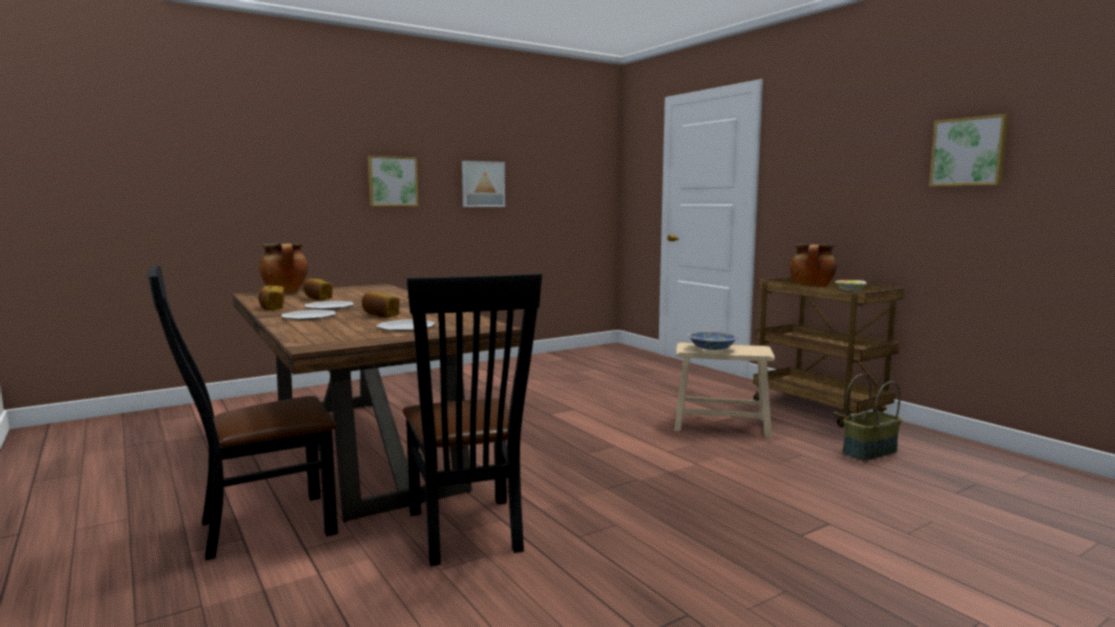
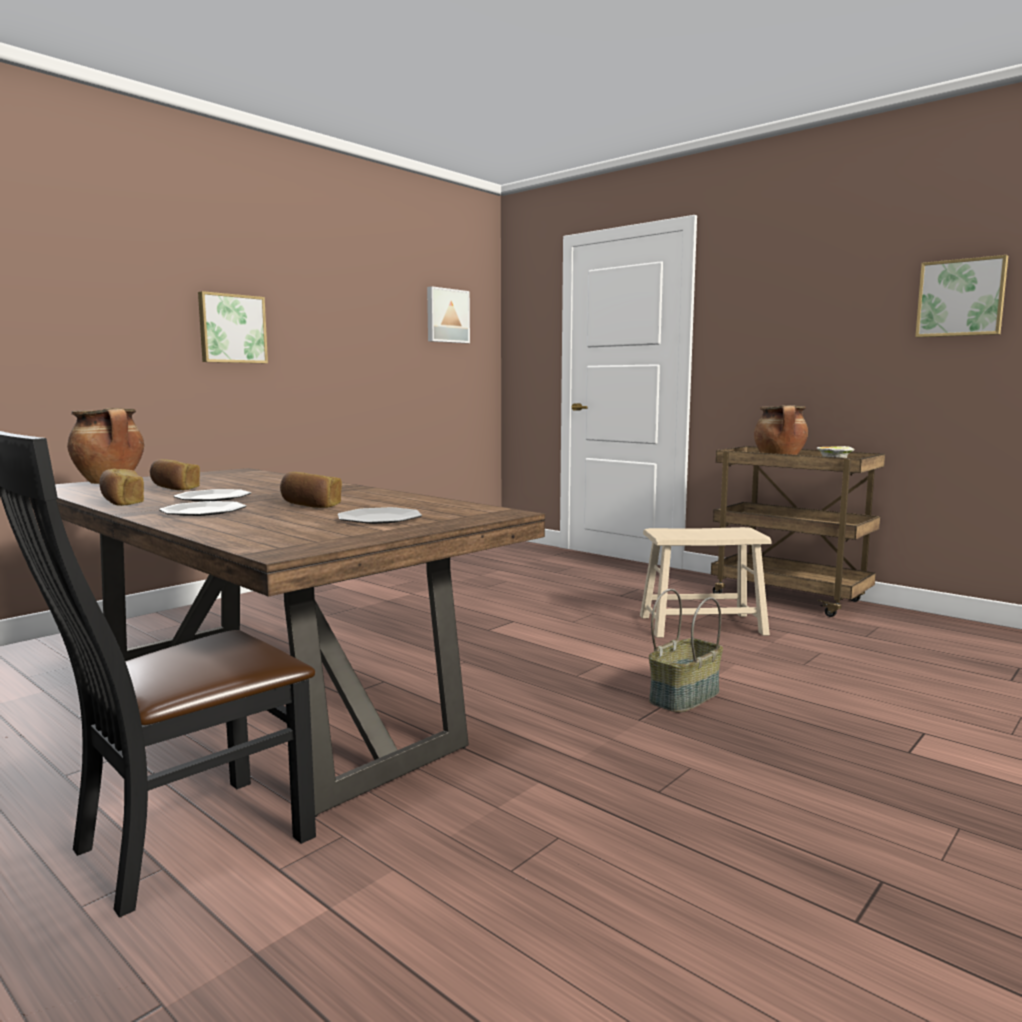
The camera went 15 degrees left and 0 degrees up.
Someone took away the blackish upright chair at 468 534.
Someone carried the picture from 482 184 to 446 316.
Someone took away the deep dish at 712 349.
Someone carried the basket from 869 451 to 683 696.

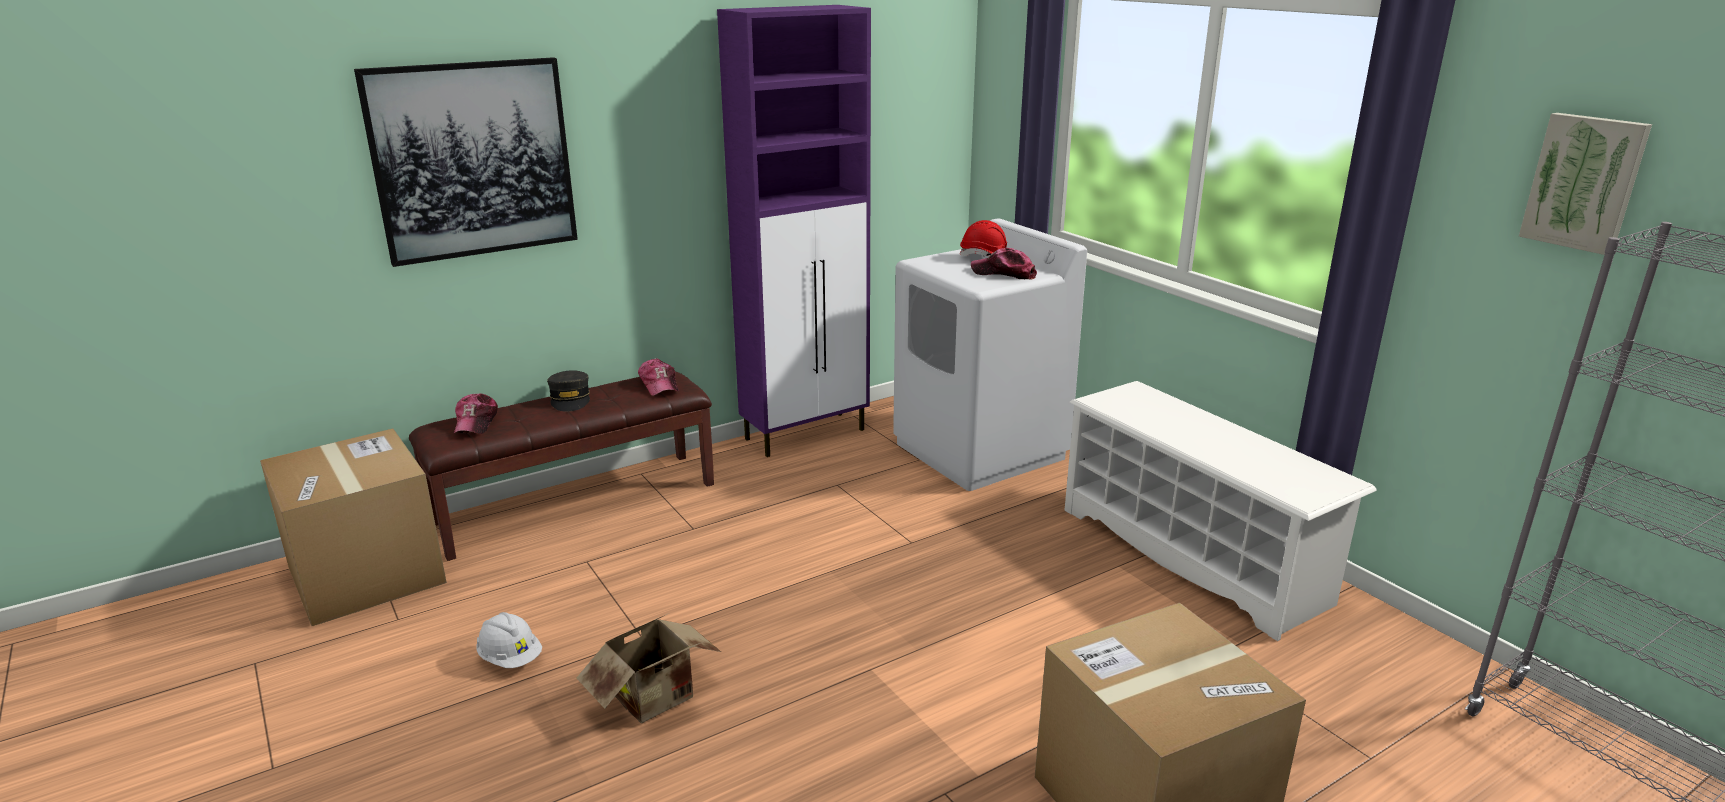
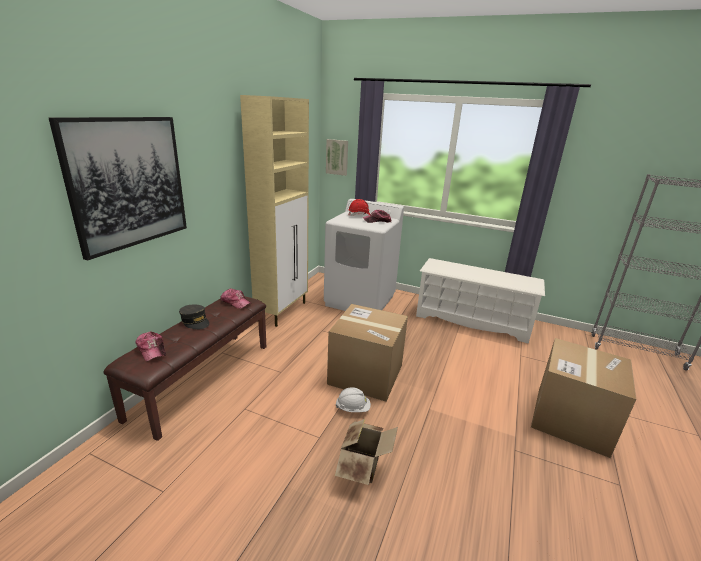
The camera went 35 degrees left and 0 degrees up.
Someone carried the cardboard box from 366 575 to 365 374.
Someone carried the whitish safety helmet from 510 658 to 353 408.
Someone repainted the purple-coloured cupboard at 806 434, which became the sand-coloured cupboard at 282 311.
Someone carried the picture from 1584 182 to 337 157.

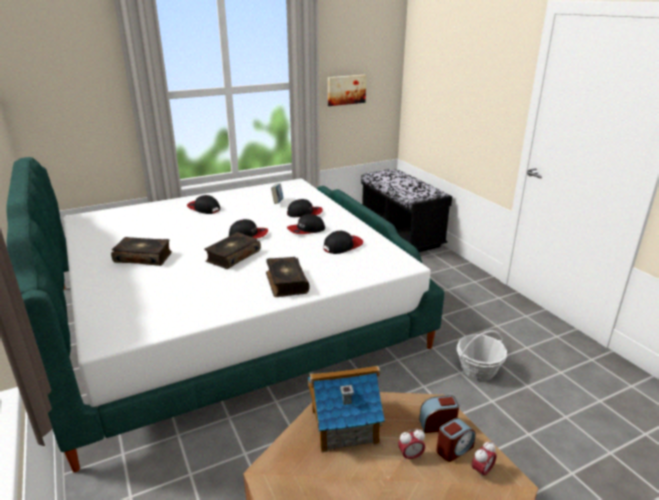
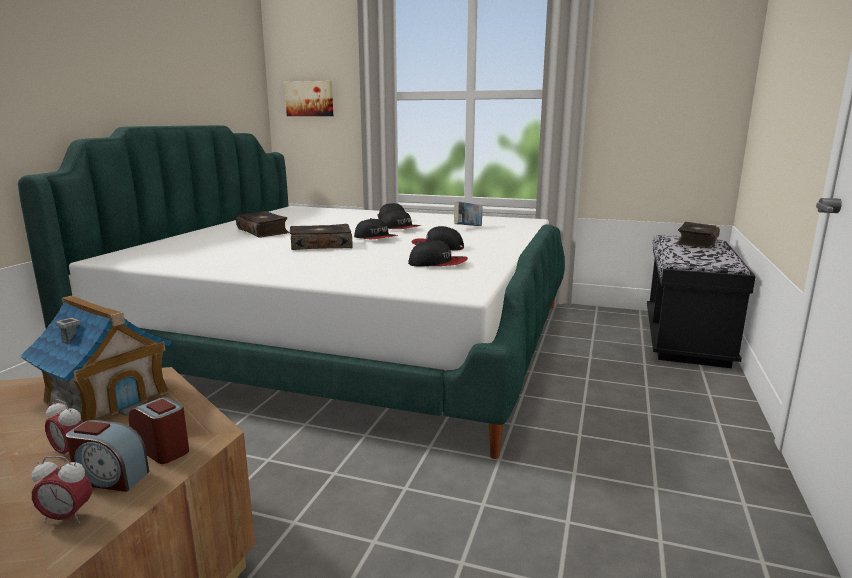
The camera went 45 degrees right and 10 degrees down.
Someone carried the book from 286 283 to 696 242.
Someone carried the baseball cap from 305 213 to 400 228.
Someone carried the picture from 346 90 to 310 99.
Someone took away the basket at 478 370.

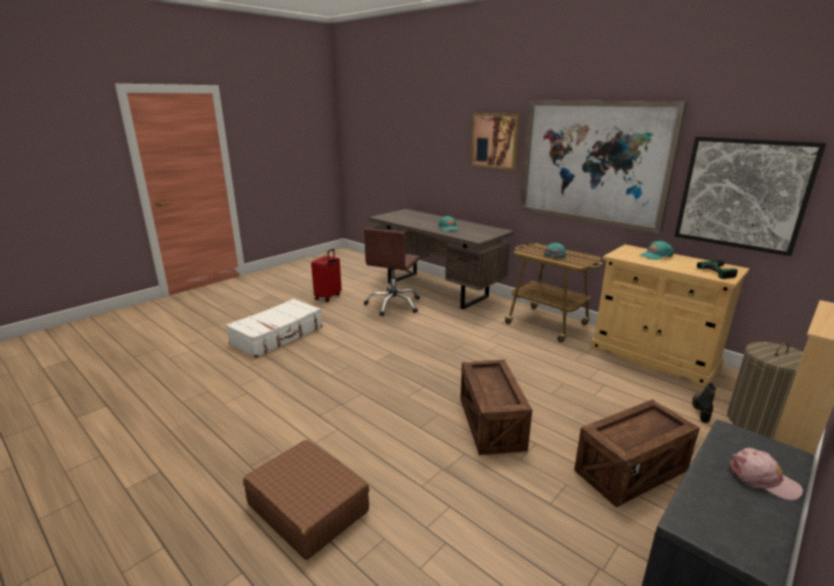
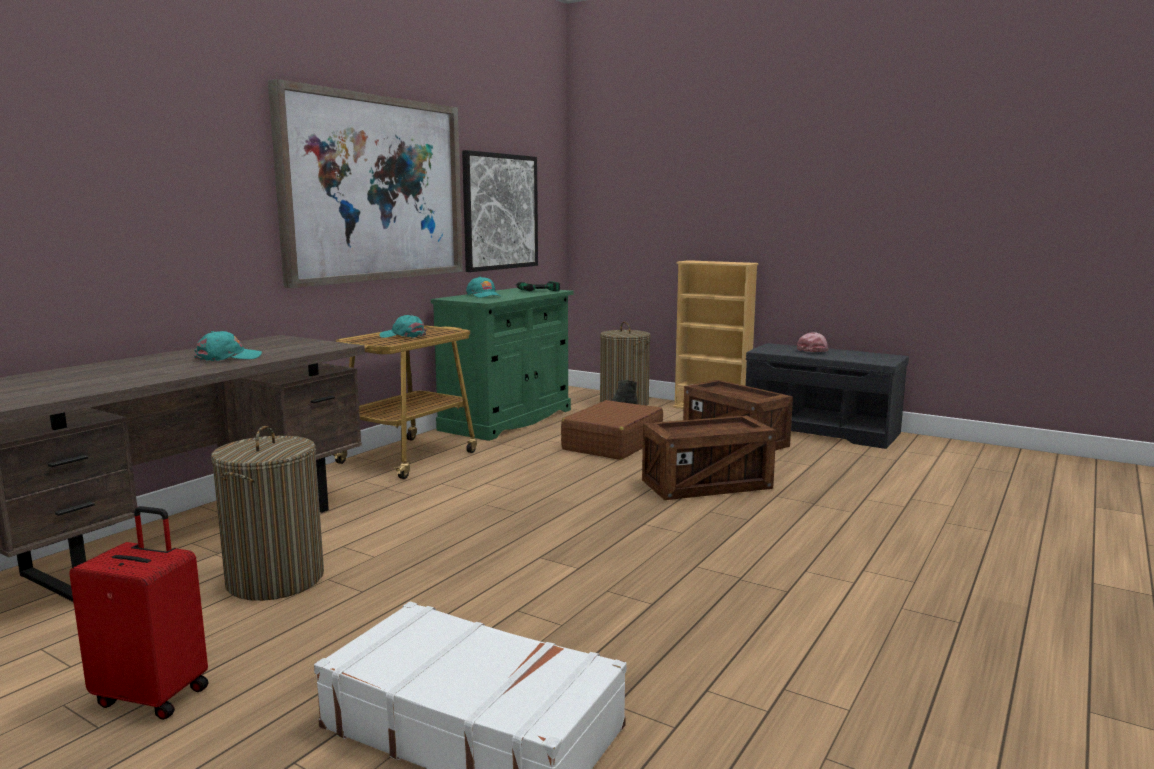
The camera went 100 degrees left and 10 degrees down.
Someone carried the brown-coloured piece of luggage from 308 507 to 612 444.
Someone swapped the brown-coloured computer chair at 394 305 for the washing basket at 275 579.
Someone took away the picture at 495 140.
Someone repainted the sand-coloured cupboard at 653 357, which became the green-coloured cupboard at 507 420.

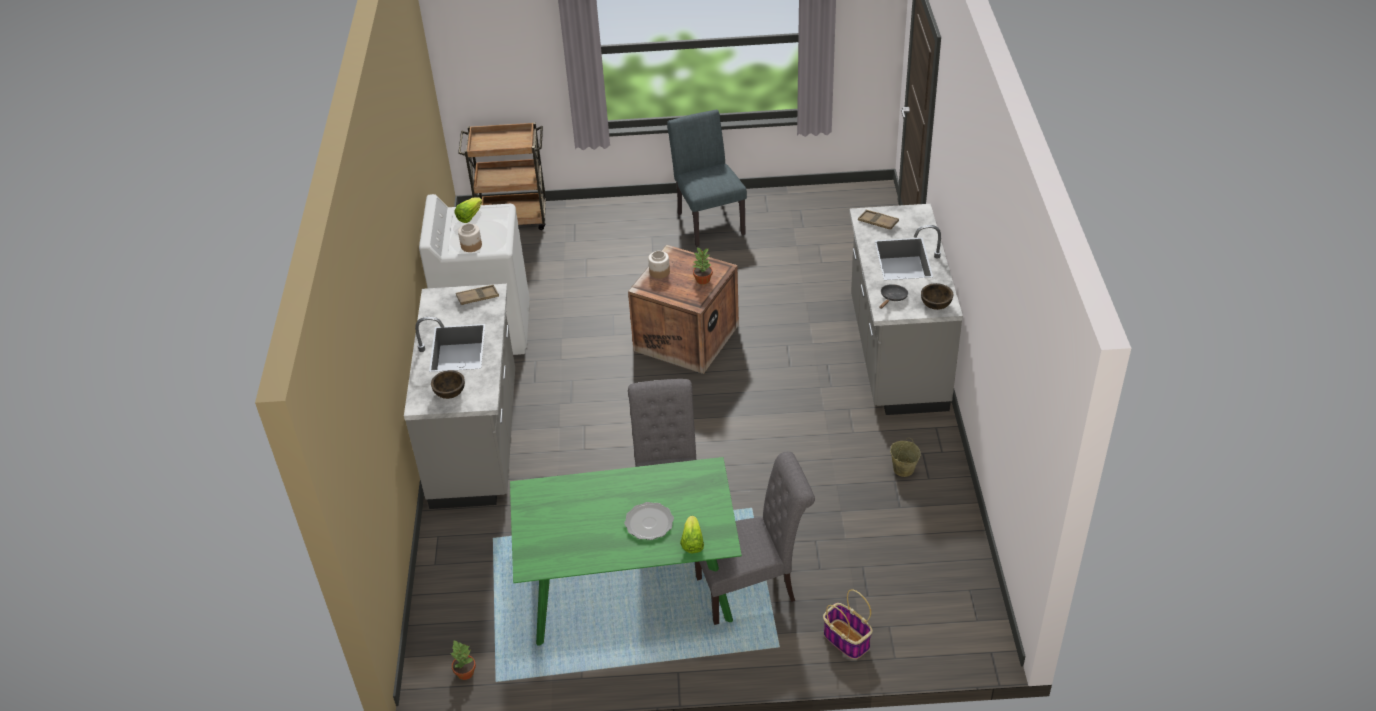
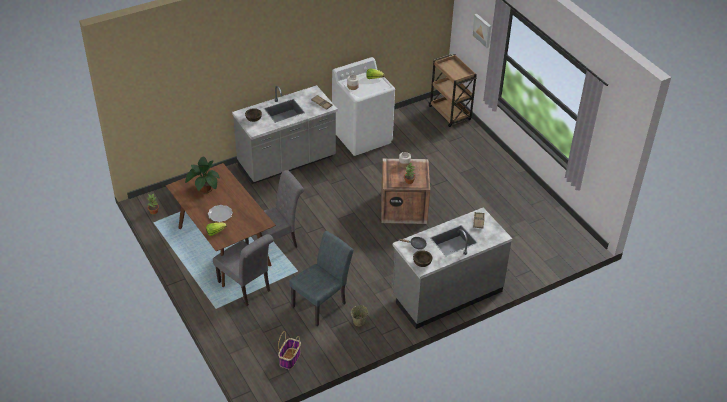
The camera went 60 degrees right and 0 degrees up.
Someone repainted the green-coloured dining table at 631 589, which became the brown-coloured dining table at 225 246.
Someone carried the greyish upright chair from 708 220 to 322 303.
Someone carried the basket from 845 639 to 290 358.
Someone put down the potted plant at 205 189.
Someone put up the picture at 482 30.

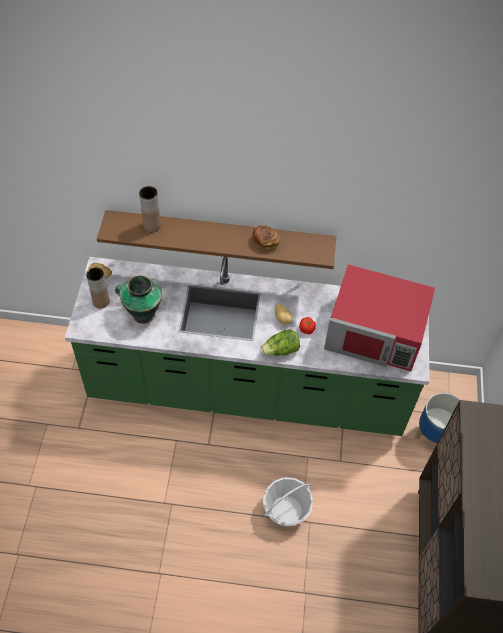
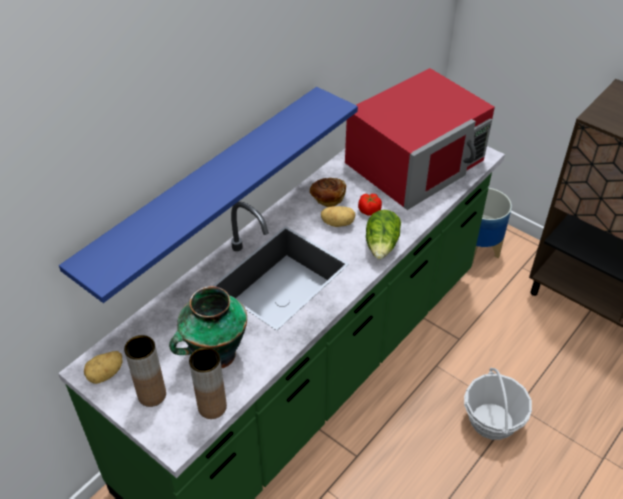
The camera went 55 degrees left and 10 degrees down.
Someone repainted the brown-coloured wall shelf at 220 236, which became the bluish wall shelf at 206 188.
Someone carried the brown-coloured decorative vase from 152 226 to 212 407.
Someone carried the bread from 265 242 to 327 198.

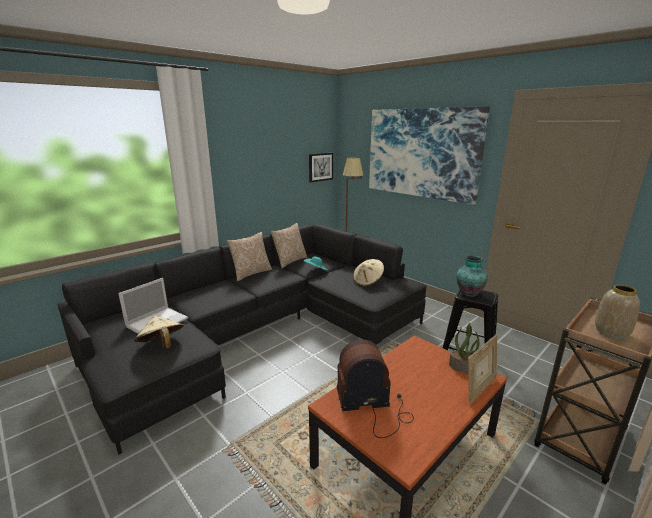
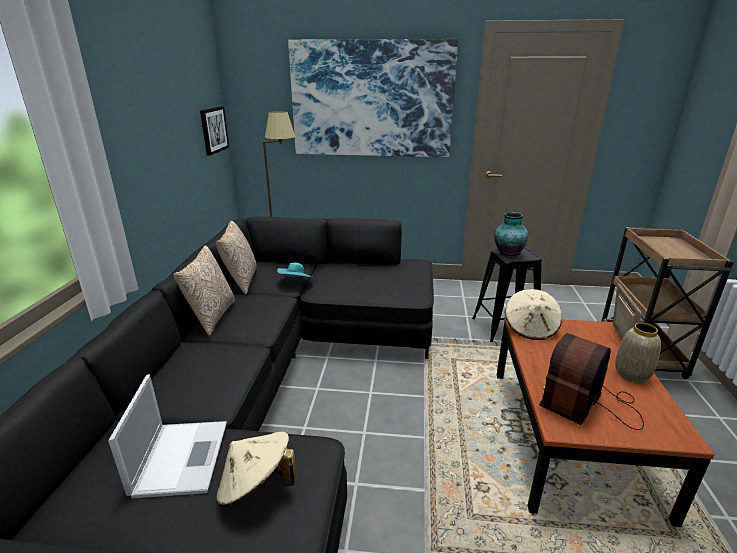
The camera went 40 degrees left and 5 degrees up.
Someone carried the sand-coloured hat from 368 282 to 530 328.
Someone took away the potted plant at 462 367.
Someone carried the decorative vase from 610 332 to 631 373.

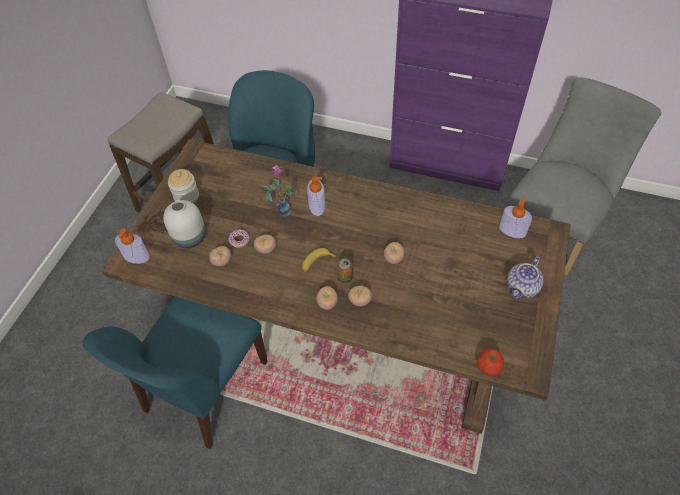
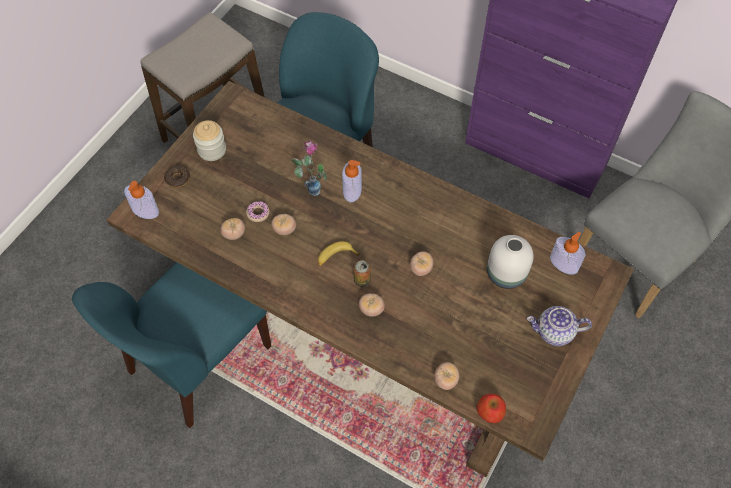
The camera went 10 degrees right and 5 degrees up.
Someone carried the whitish decorative vase from 189 238 to 505 275.
Someone carried the tomato from 327 303 to 445 380.
Someone rotated the teapot at 522 288 by 45 degrees clockwise.

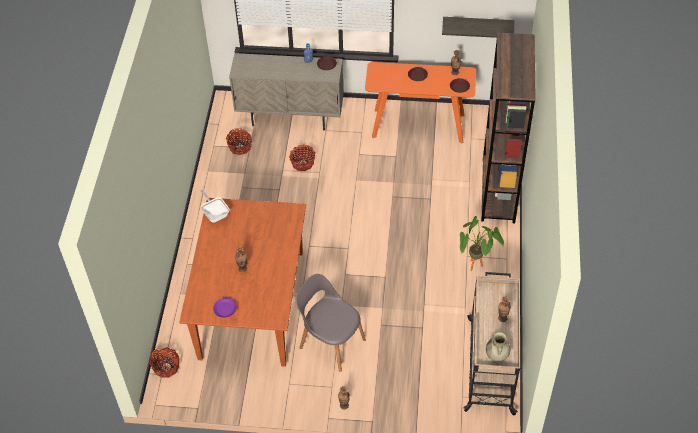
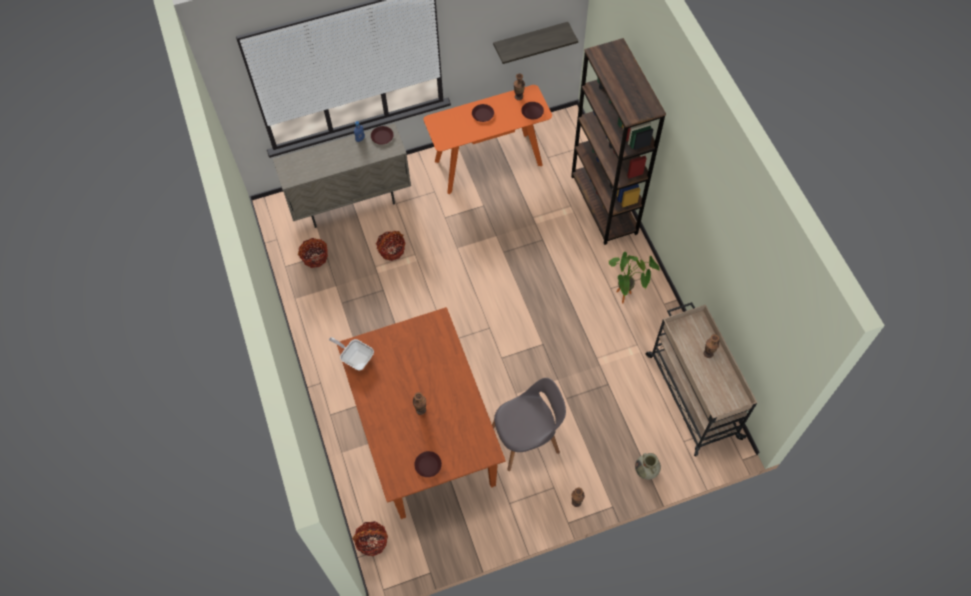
The camera went 25 degrees left and 10 degrees up.
Someone repainted the purple-coloured plate at 225 309, which became the brown-coloured plate at 428 465.
Someone rotated the greyish upright chair at 331 342 by 150 degrees clockwise.
Someone carried the sand-coloured decorative vase from 497 355 to 646 471.

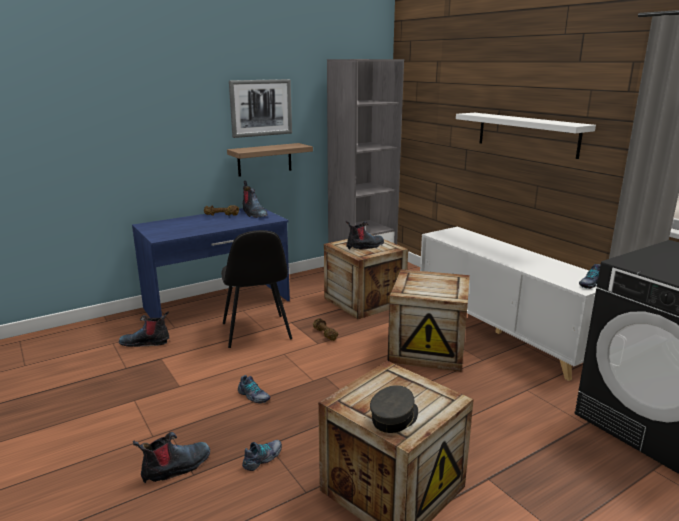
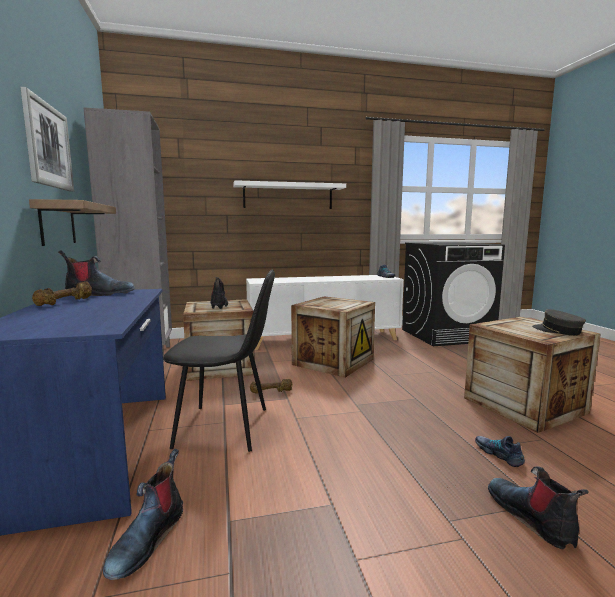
The camera went 70 degrees left and 10 degrees down.
Someone took away the shoe at 253 396.

